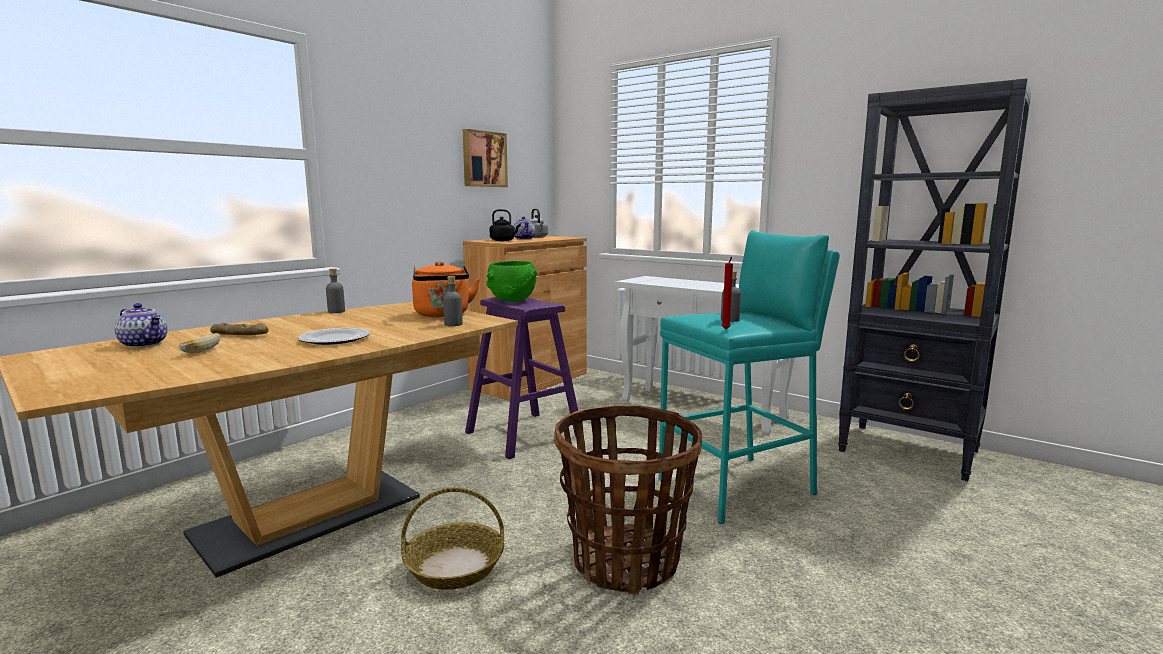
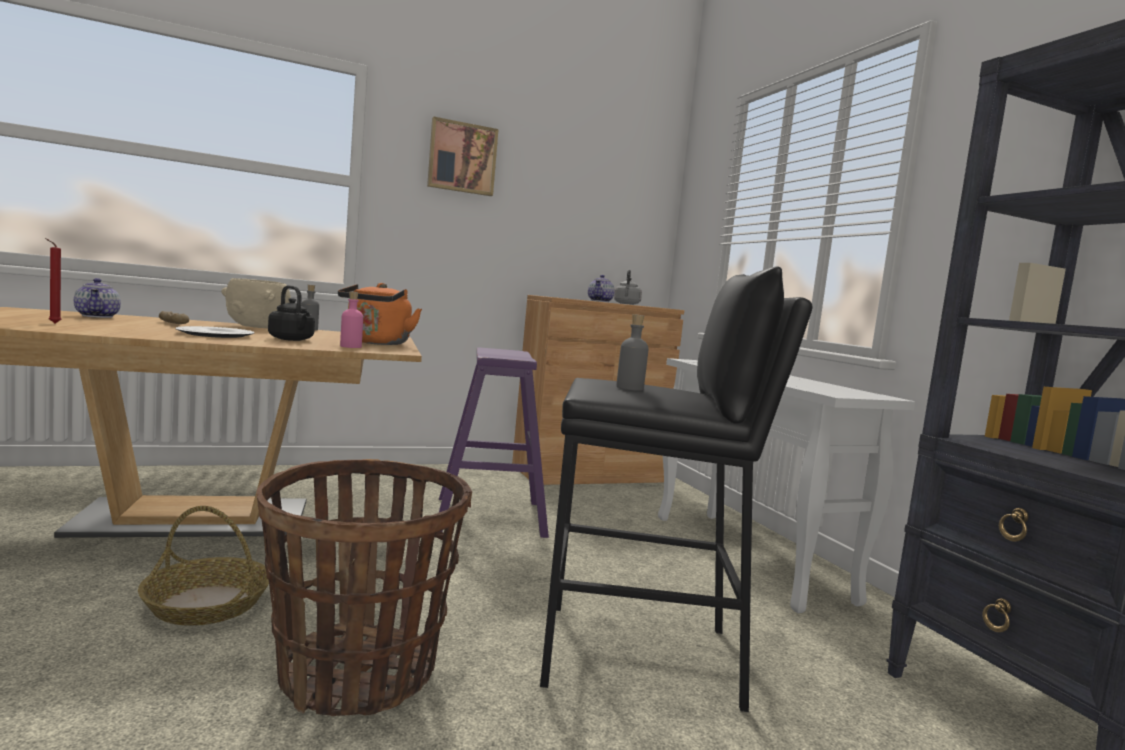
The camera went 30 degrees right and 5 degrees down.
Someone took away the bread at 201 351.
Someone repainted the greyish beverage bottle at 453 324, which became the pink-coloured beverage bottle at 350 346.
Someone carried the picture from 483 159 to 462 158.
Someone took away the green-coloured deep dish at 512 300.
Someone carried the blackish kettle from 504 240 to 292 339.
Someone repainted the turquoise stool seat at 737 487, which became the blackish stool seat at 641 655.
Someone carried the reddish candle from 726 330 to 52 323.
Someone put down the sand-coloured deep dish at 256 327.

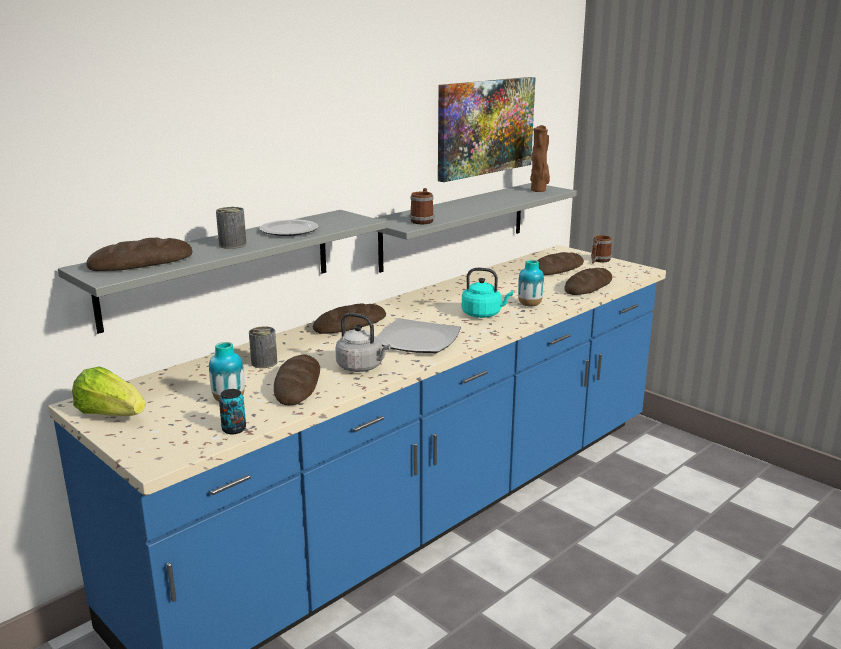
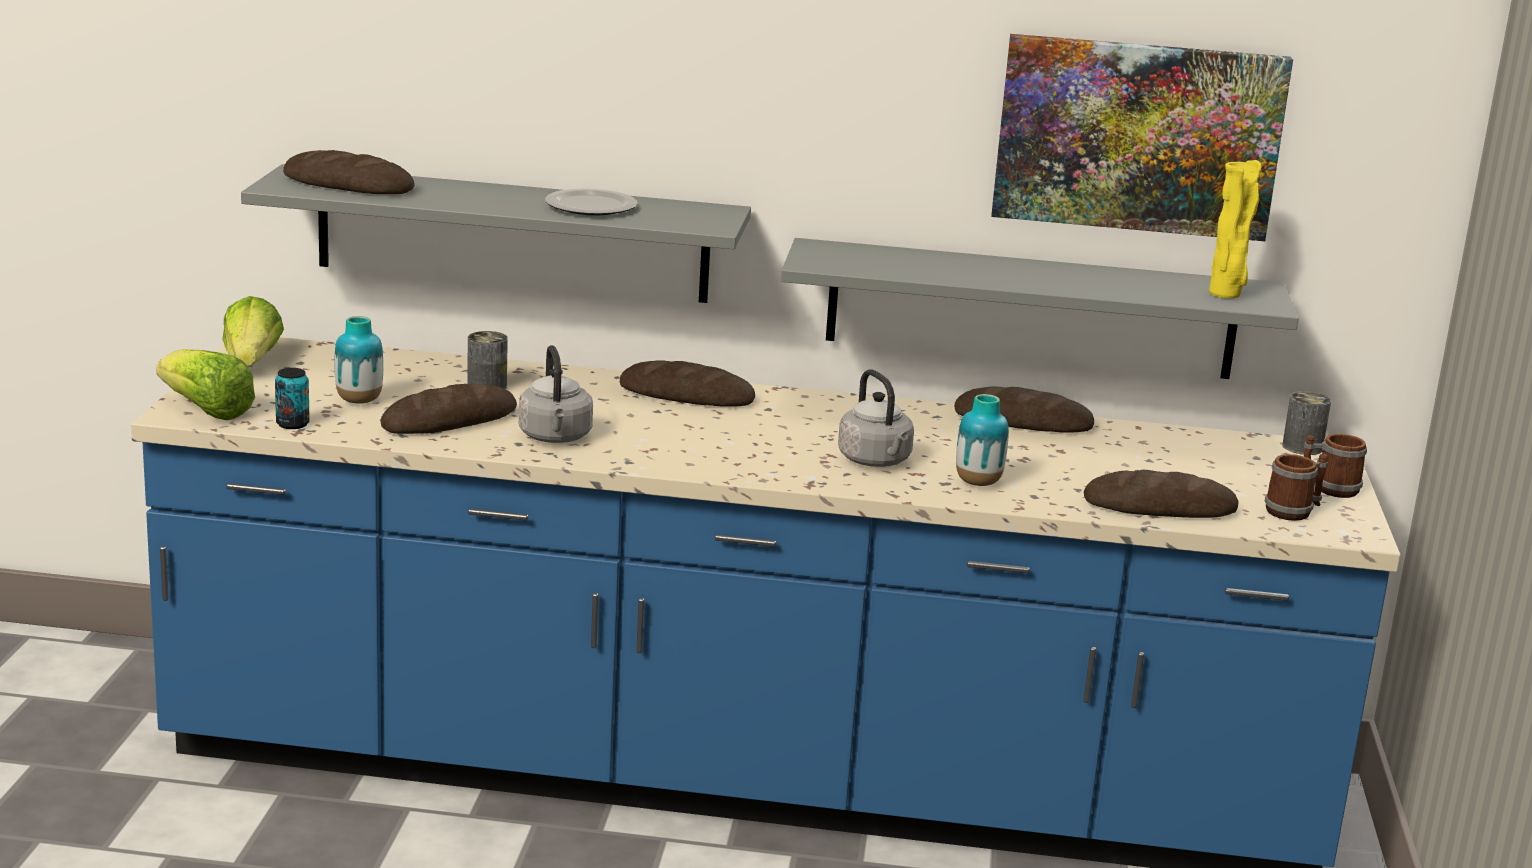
The camera went 50 degrees right and 0 degrees up.
Someone carried the metal can from 232 245 to 1302 447.
Someone took away the plate at 418 340.
Someone carried the coffee mug from 422 220 to 1294 511.
Someone repainted the turquoise kettle at 483 314, which became the greyish kettle at 876 461.
Someone repainted the brown-coloured decorative vase at 539 190, which became the yellowish decorative vase at 1226 295.
Someone carried the bread from 557 269 to 1023 421.
Someone put down the lettuce head at 206 411.

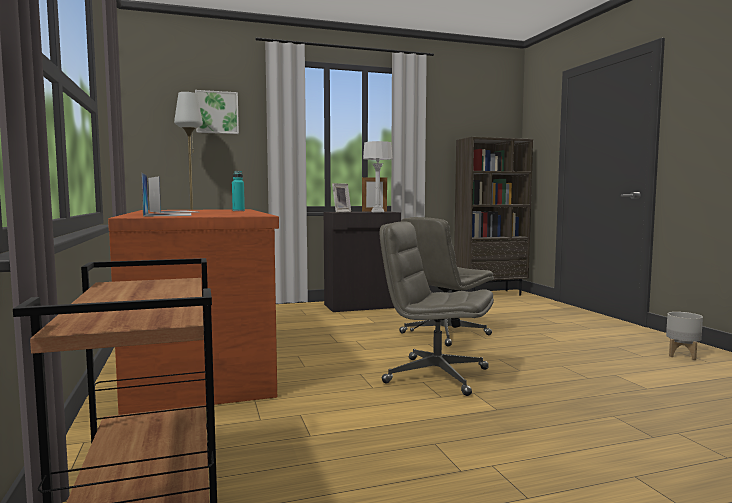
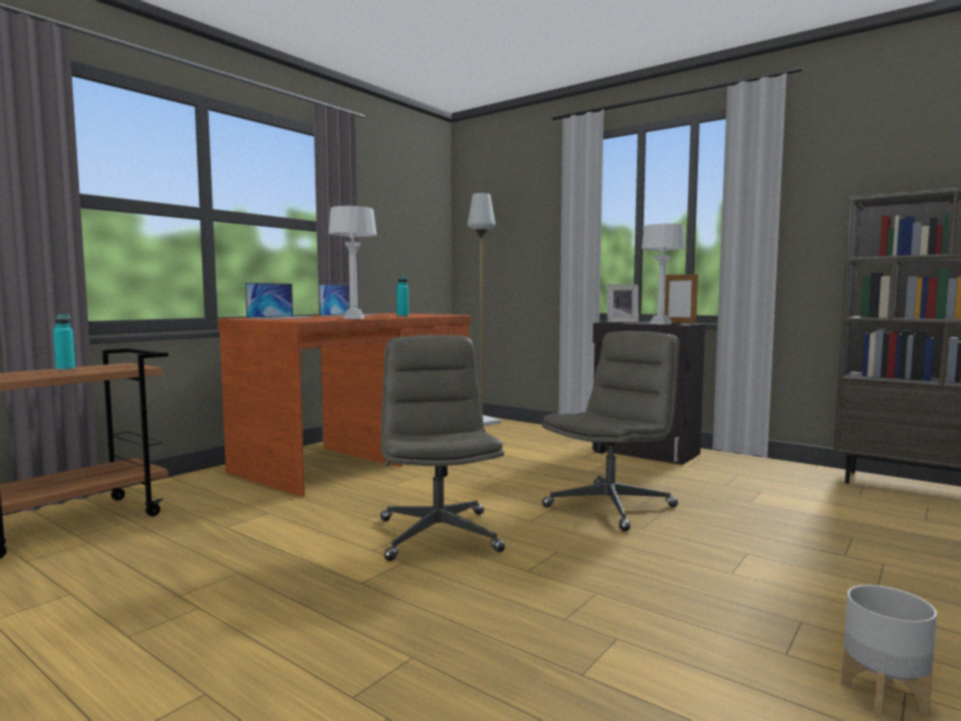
The camera went 55 degrees right and 0 degrees up.
Someone took away the picture at 217 112.
Someone rotated the greyish computer chair at 444 334 by 120 degrees clockwise.
Someone put down the turquoise beverage bottle at 65 369.
Someone put down the greyish table lamp at 354 318.

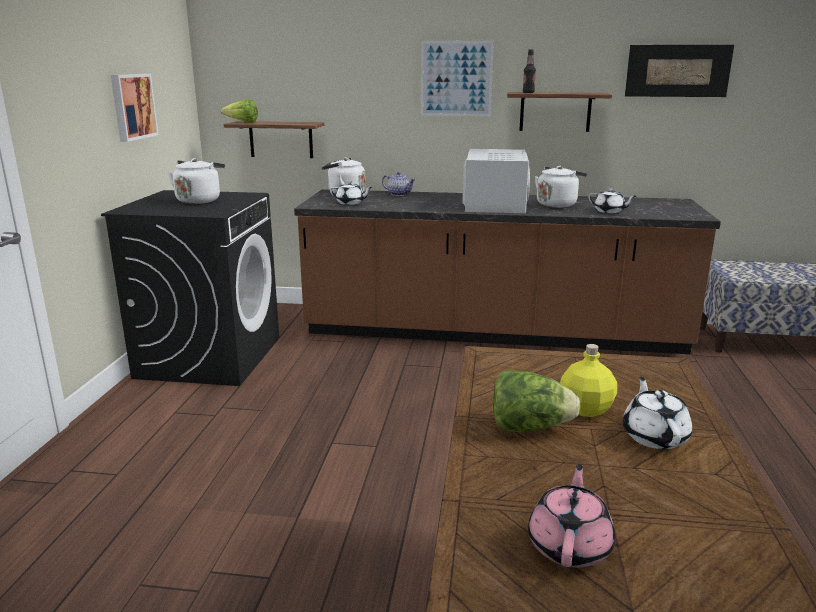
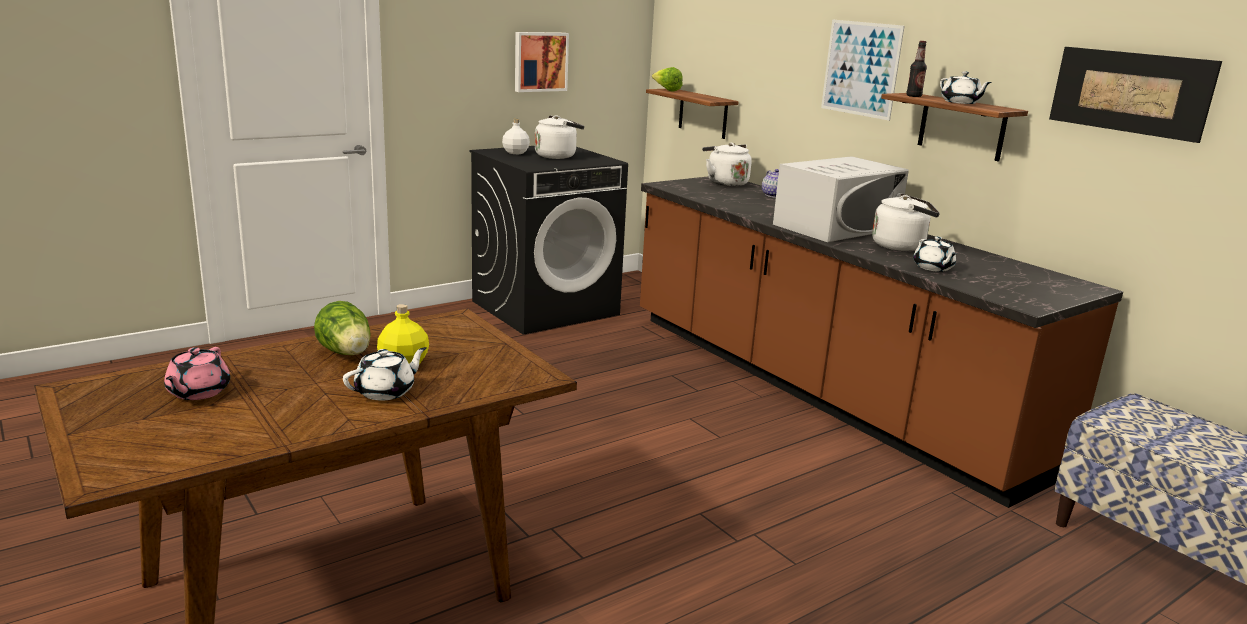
The camera went 45 degrees right and 0 degrees up.
Someone carried the whitish teapot from 350 203 to 960 102.
Someone rotated the pink-coloured teapot at 570 545 by 120 degrees clockwise.
Someone put down the whitish beverage bottle at 516 153.

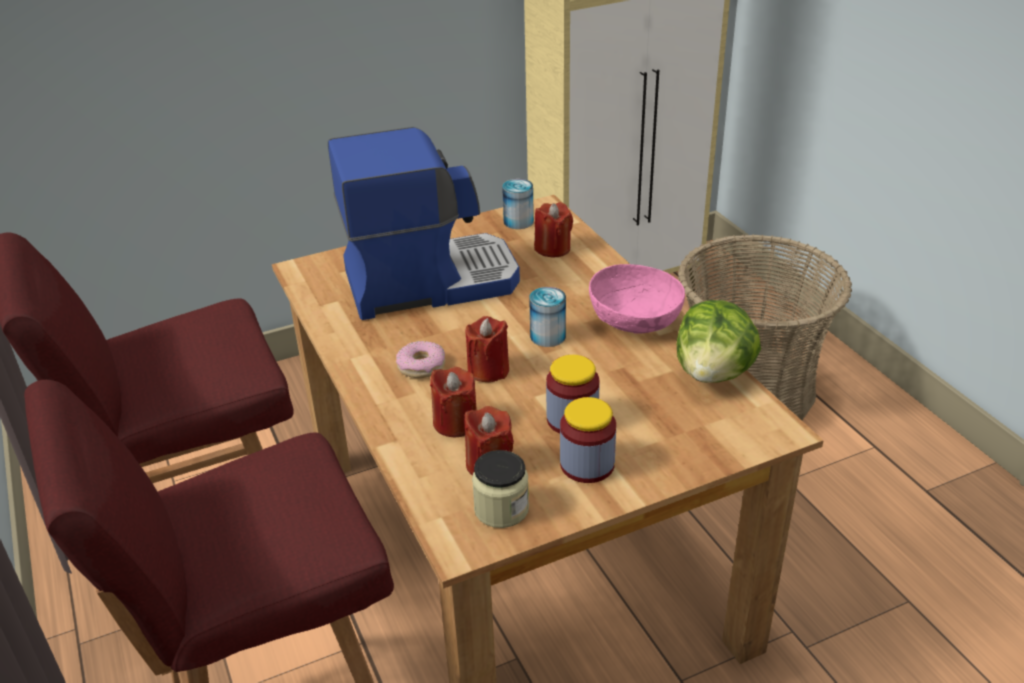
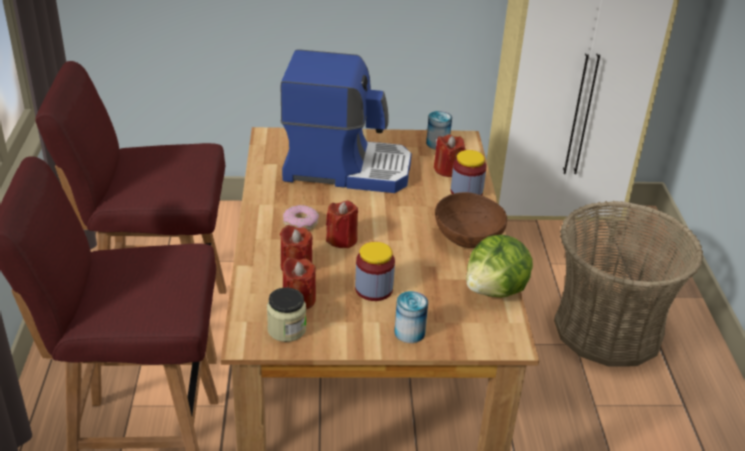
The camera went 20 degrees right and 0 degrees up.
Someone carried the metal can from 548 336 to 409 332.
Someone carried the storage jar from 587 464 to 466 192.
Someone repainted the pink-coloured deep dish at 635 320, which became the brown-coloured deep dish at 468 237.

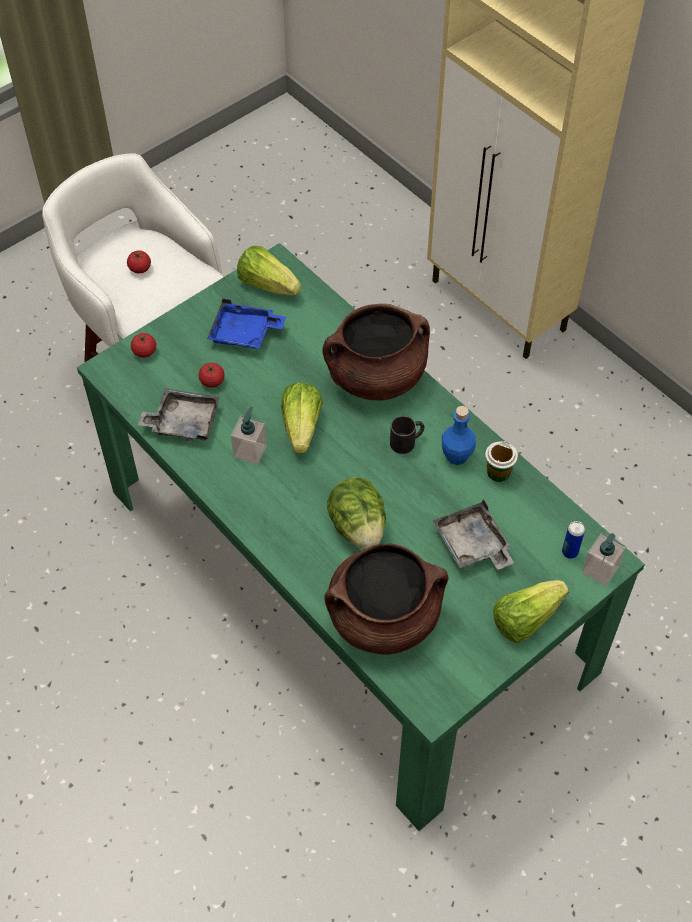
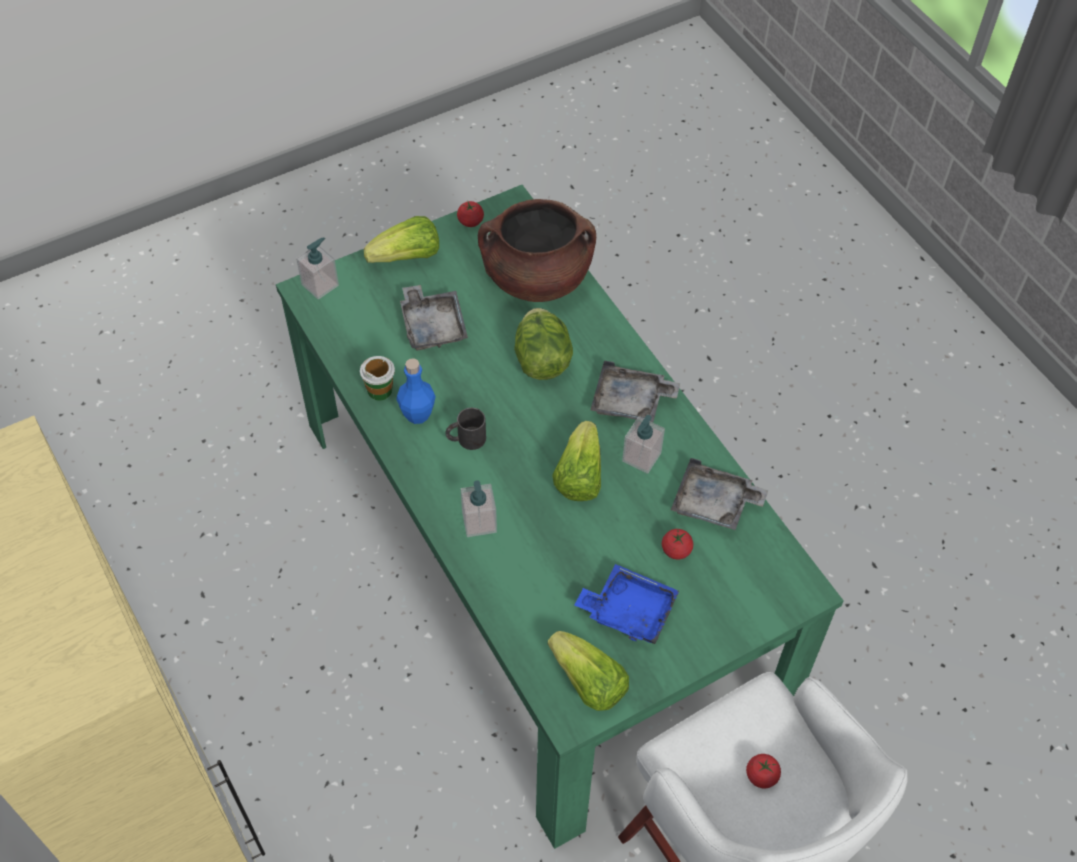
The camera went 170 degrees left and 0 degrees up.
Someone carried the tomato from 144 352 to 470 221.
Someone swapped the brown-coloured stockpot at 376 377 for the soap dispenser at 479 522.
Someone took away the metal can at 570 552.
Someone put down the greyish serving tray at 631 402.

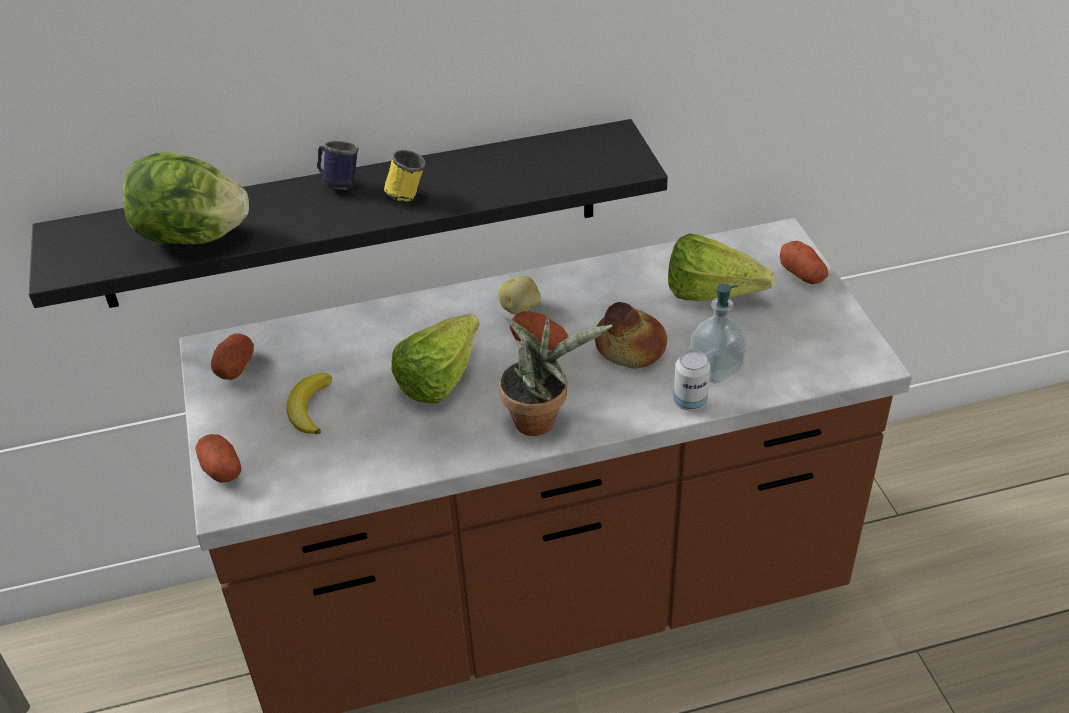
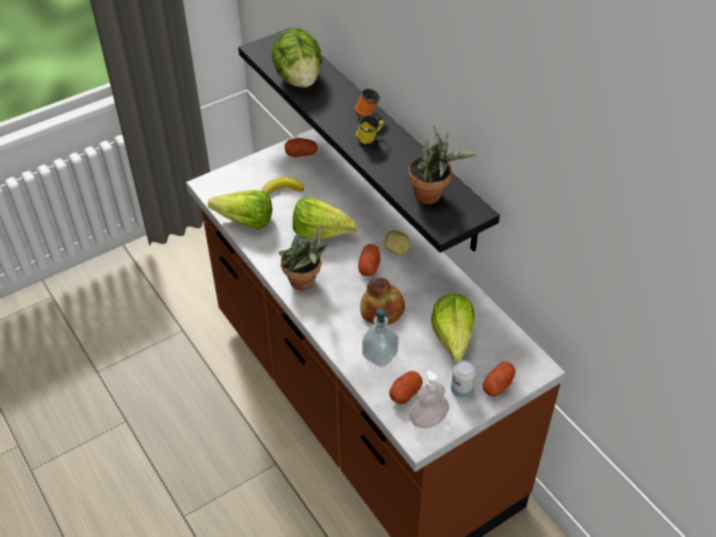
The camera went 70 degrees right and 5 degrees up.
Someone carried the spud from 221 468 to 405 393.
Someone repainted the bluish coffee mug at 338 183, which became the orange coffee mug at 368 112.
Someone carried the metal can from 690 402 to 461 390.
Someone put down the lettuce head at 241 220.
Someone put down the potted plant at 432 195.
Someone put down the soap dispenser at 428 419.

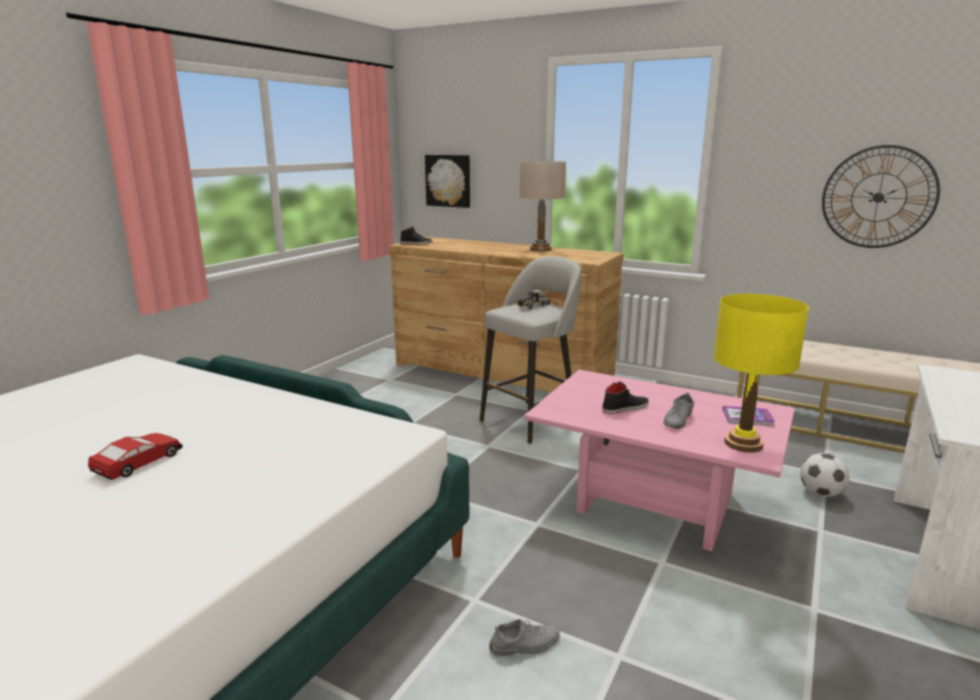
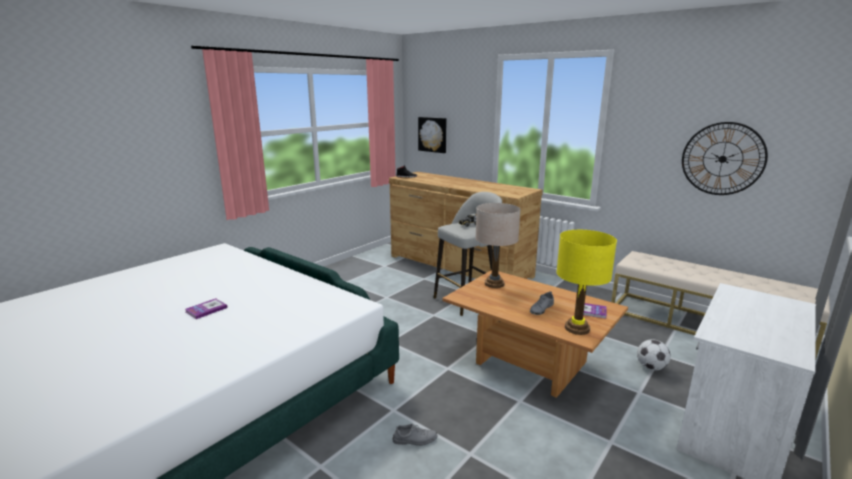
The camera went 10 degrees right and 0 degrees up.
Someone swapped the miniature car at 139 463 for the book at 206 309.
Someone carried the sand-coloured table lamp from 540 249 to 494 284.
Someone repainted the pink-coloured lounge table at 652 505, which became the brown-coloured lounge table at 528 363.
Someone took away the blackish shoe at 624 408.

